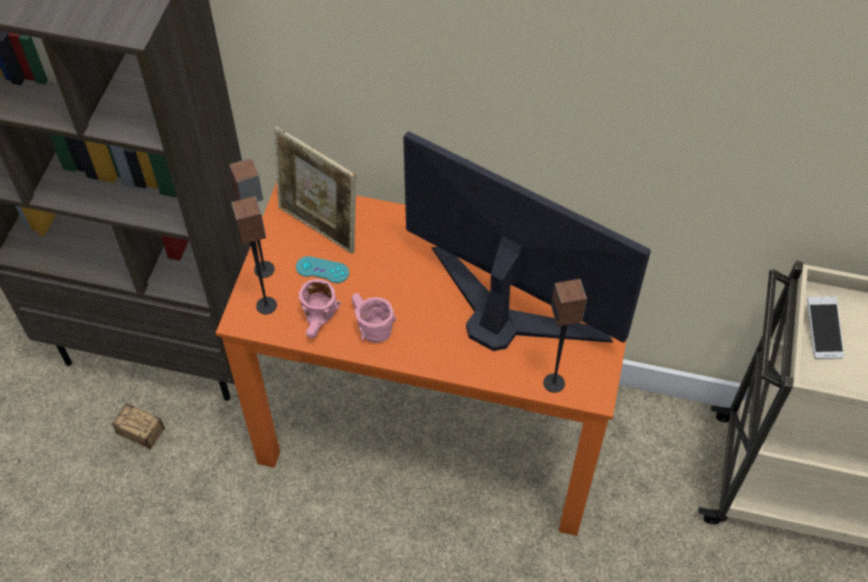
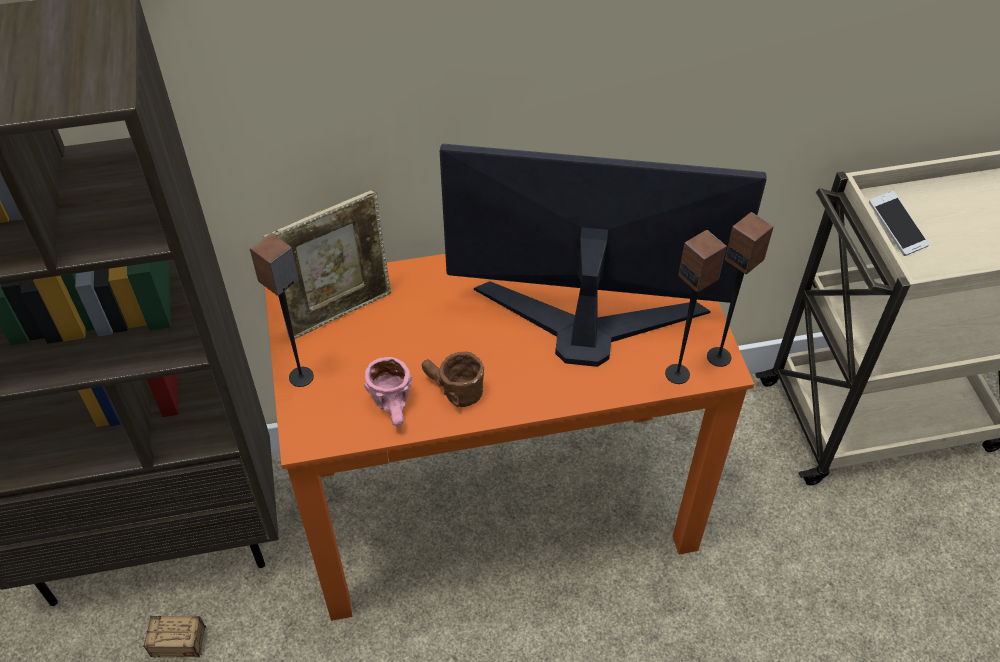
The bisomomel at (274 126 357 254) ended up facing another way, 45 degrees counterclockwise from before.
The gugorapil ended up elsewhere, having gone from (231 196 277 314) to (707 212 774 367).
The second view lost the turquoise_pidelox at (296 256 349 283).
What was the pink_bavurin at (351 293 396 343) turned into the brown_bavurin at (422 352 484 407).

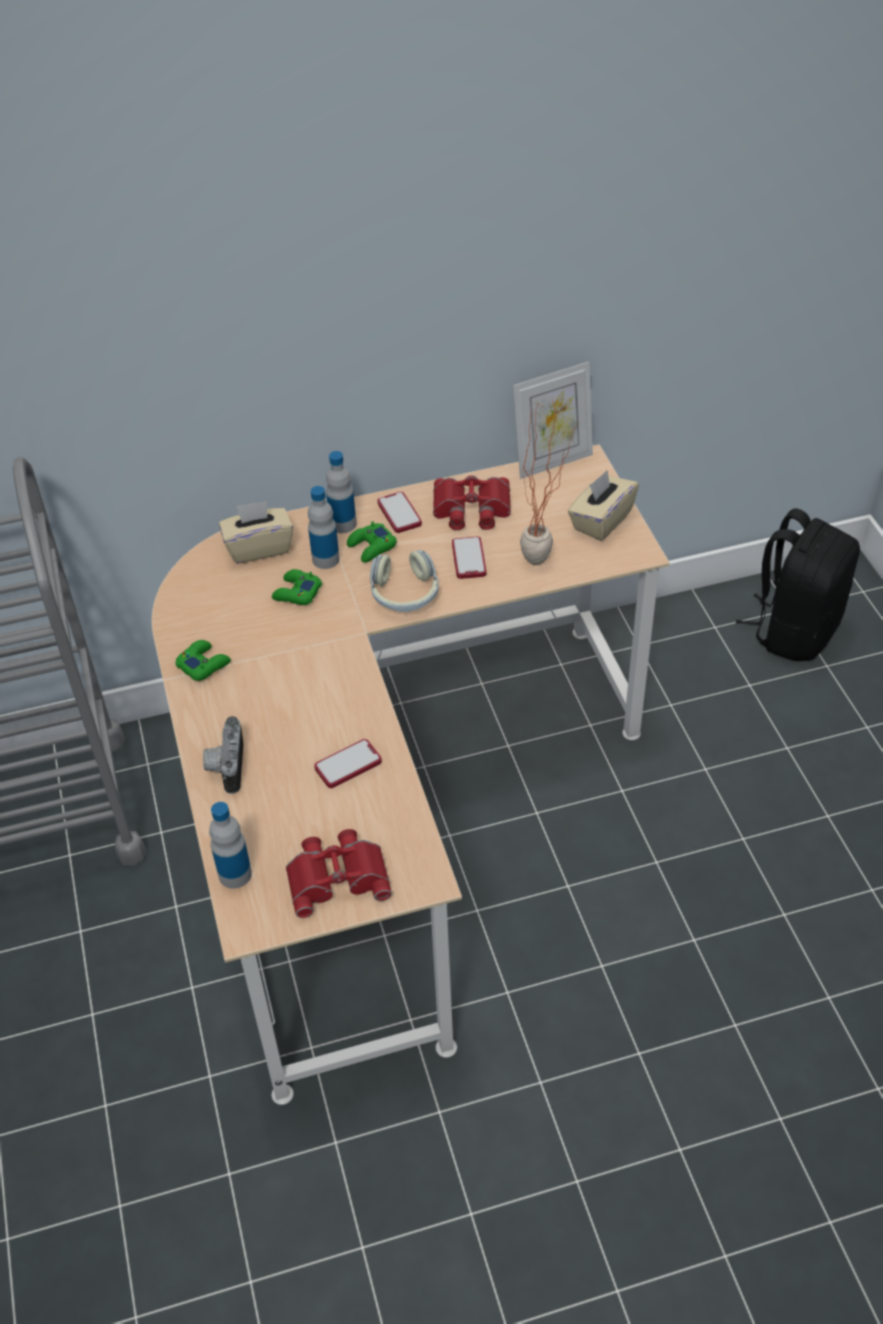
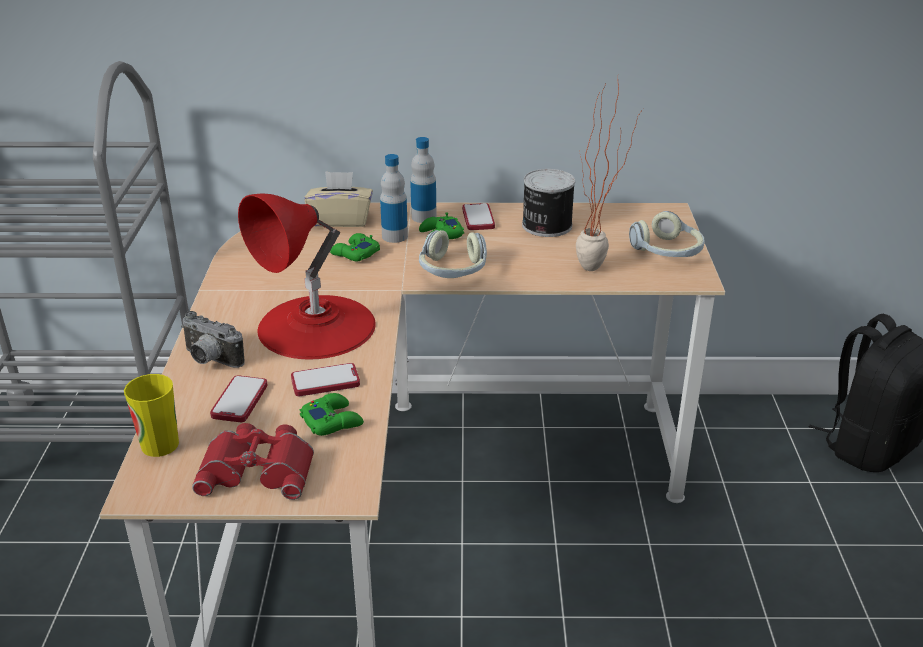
The second view lost the bisomomel at (513 362 593 479).
Where the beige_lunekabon stood at (568 470 639 541), the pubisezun came to stand at (629 211 705 257).
Where the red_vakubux stood at (433 475 511 530), the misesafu came to stand at (522 169 575 237).
The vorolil ended up elsewhere, having gone from (452 537 487 579) to (210 375 268 422).
The green_pidelox ended up elsewhere, having gone from (175 640 231 681) to (300 393 364 436).
The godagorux at (203 716 243 794) ended up facing another way, 75 degrees counterclockwise from before.
Where the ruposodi stood at (209 802 252 889), the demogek came to stand at (124 374 179 457).
The second view gained the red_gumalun at (238 194 376 360).

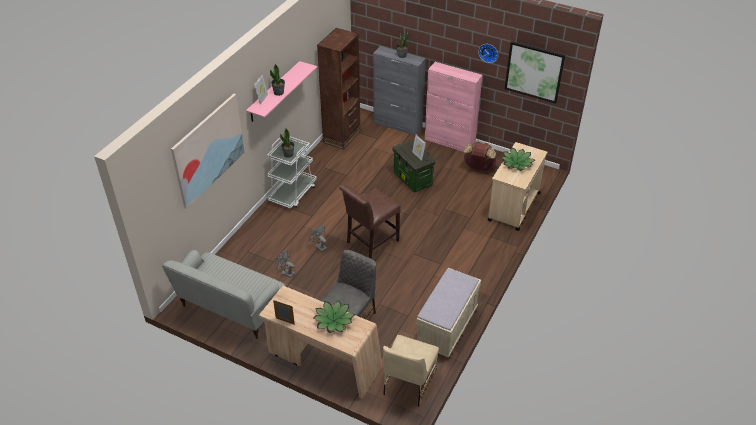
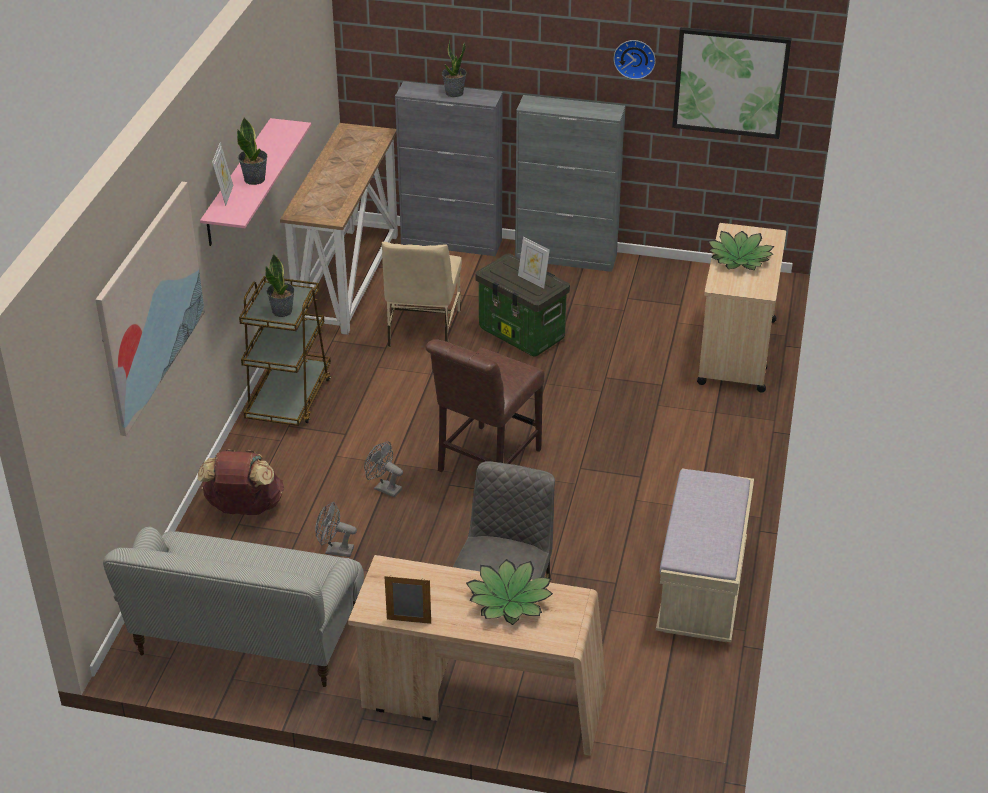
Where the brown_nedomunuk stood at (317 28 361 150), the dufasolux came to stand at (280 123 398 335).
What was the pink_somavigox at (425 62 482 152) turned into the grey_somavigox at (515 95 625 272).
What was the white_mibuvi at (267 137 317 209) turned into the brown_mibuvi at (239 276 331 426).
The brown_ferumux ended up elsewhere, having gone from (463 142 498 171) to (198 449 284 515).
The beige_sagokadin ended up elsewhere, having gone from (383 335 439 407) to (382 242 462 347).

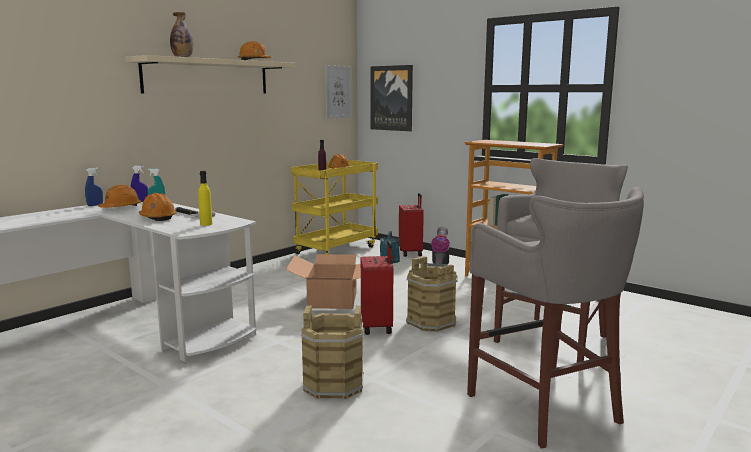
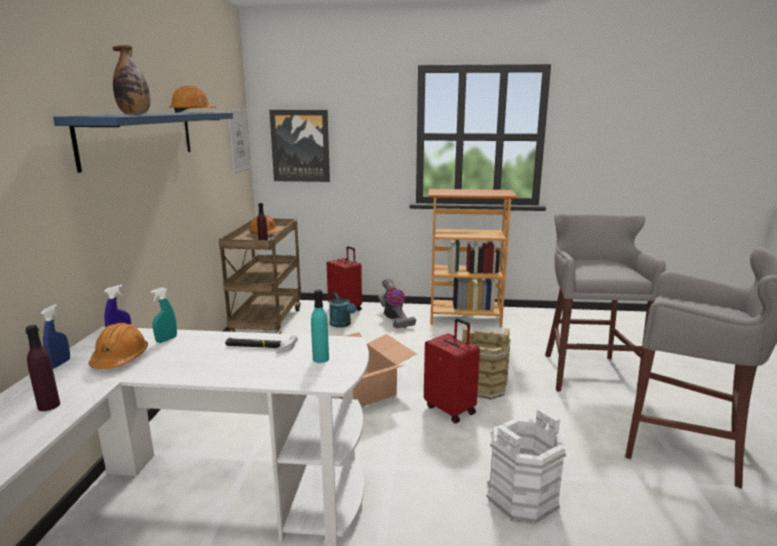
What was the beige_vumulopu at (125 55 295 93) turned into the blue_vumulopu at (53 112 233 173).
What was the yellow_mibuvi at (291 160 378 254) turned into the brown_mibuvi at (219 218 301 334).
What was the yellow_ruposodi at (198 171 213 226) turned into the turquoise_ruposodi at (311 289 329 363).
The second view lost the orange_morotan at (139 193 177 221).
What was the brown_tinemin at (301 305 364 399) turned into the white_tinemin at (487 408 566 525).
The second view gained the purple_ruposodi at (25 325 60 411).

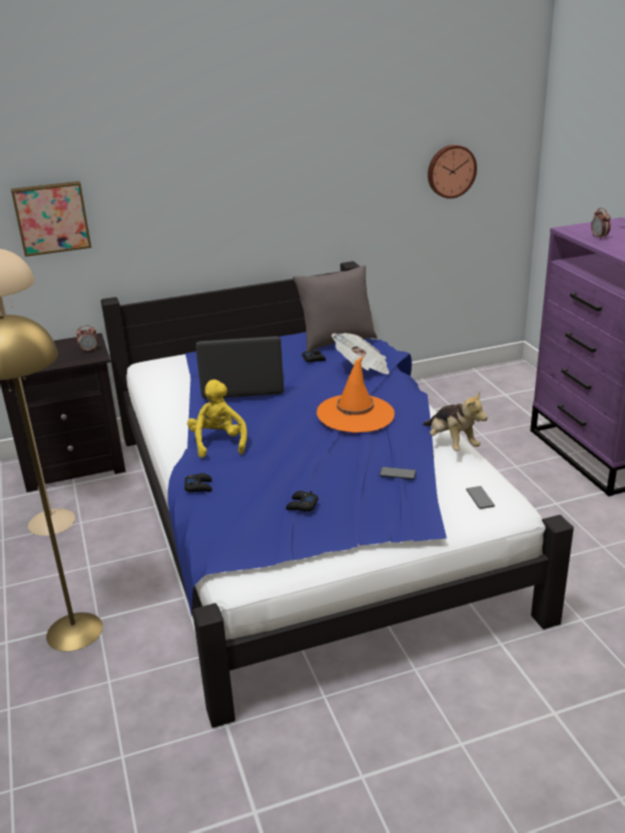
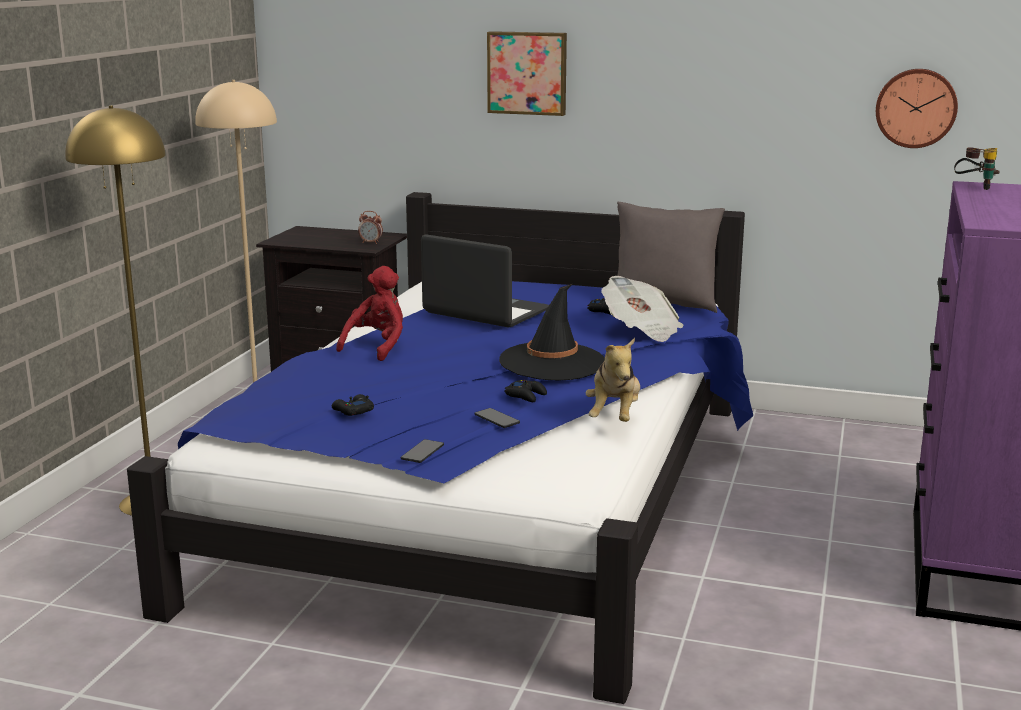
The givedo ended up elsewhere, having gone from (11 181 91 257) to (487 31 567 116).
The second view lost the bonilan at (591 208 611 240).
What was the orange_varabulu at (317 356 395 433) turned into the black_varabulu at (499 284 605 380).
What was the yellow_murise at (187 379 247 458) turned into the red_murise at (336 266 403 361).
The black_pidelox ended up elsewhere, having gone from (184 473 212 492) to (505 380 547 402).
The vorolil ended up elsewhere, having gone from (466 486 495 509) to (401 439 444 463).
The second view gained the vakubux at (954 147 1000 190).

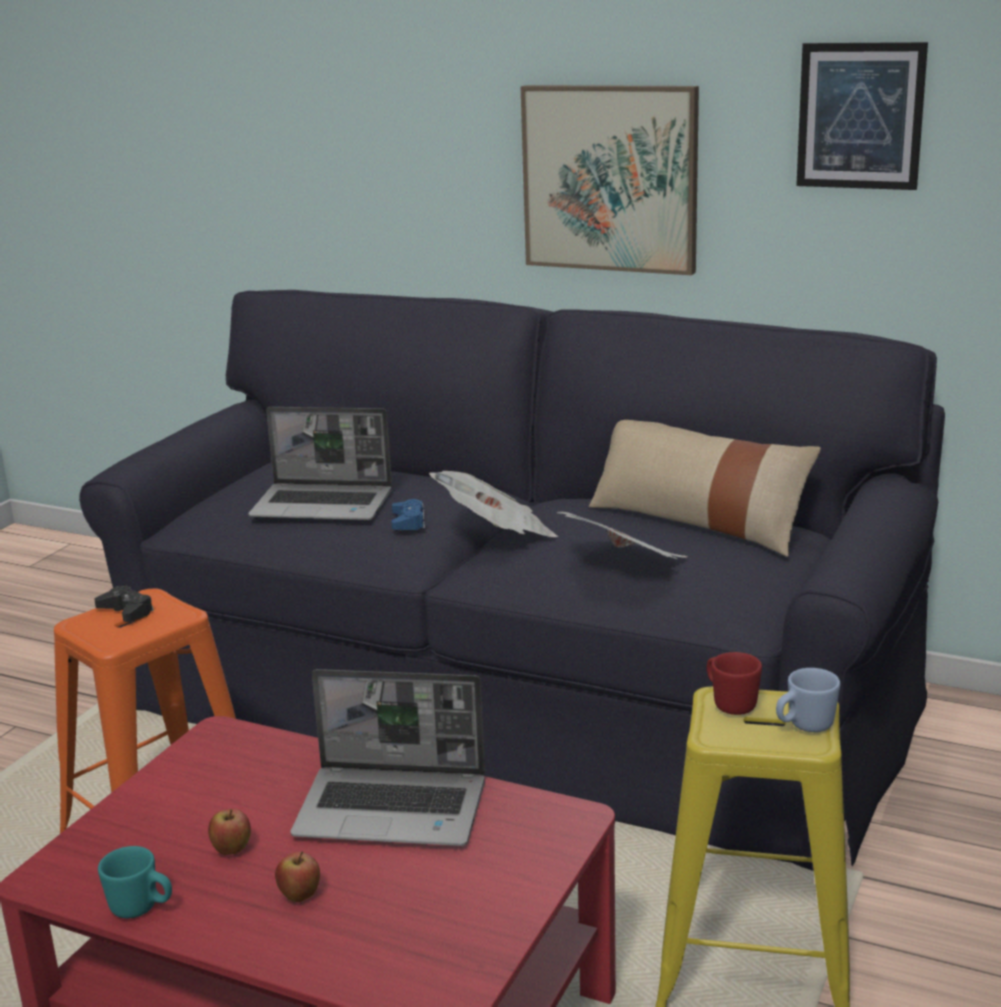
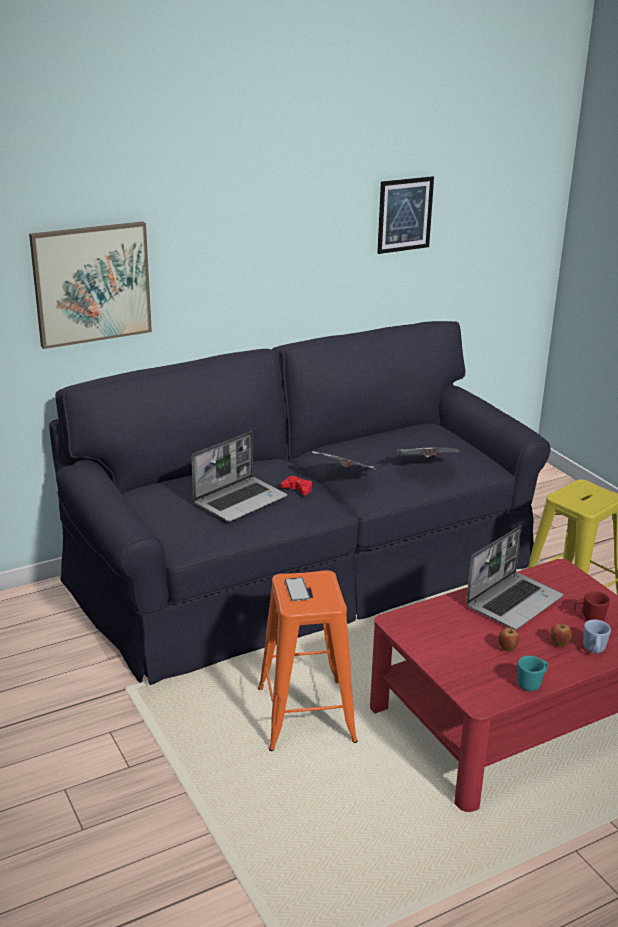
The givedo ended up elsewhere, having gone from (521 85 699 275) to (29 221 152 349).
The second view lost the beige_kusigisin at (589 420 821 557).
What was the blue_pidelox at (392 499 425 530) turned into the red_pidelox at (281 476 312 495).
Where the black_pidelox stood at (94 586 154 622), the vorolil came to stand at (285 577 310 601).
The red_bavurin ended up elsewhere, having gone from (707 652 762 715) to (574 591 610 621).
The blue_bavurin ended up elsewhere, having gone from (776 668 840 732) to (583 620 611 653).

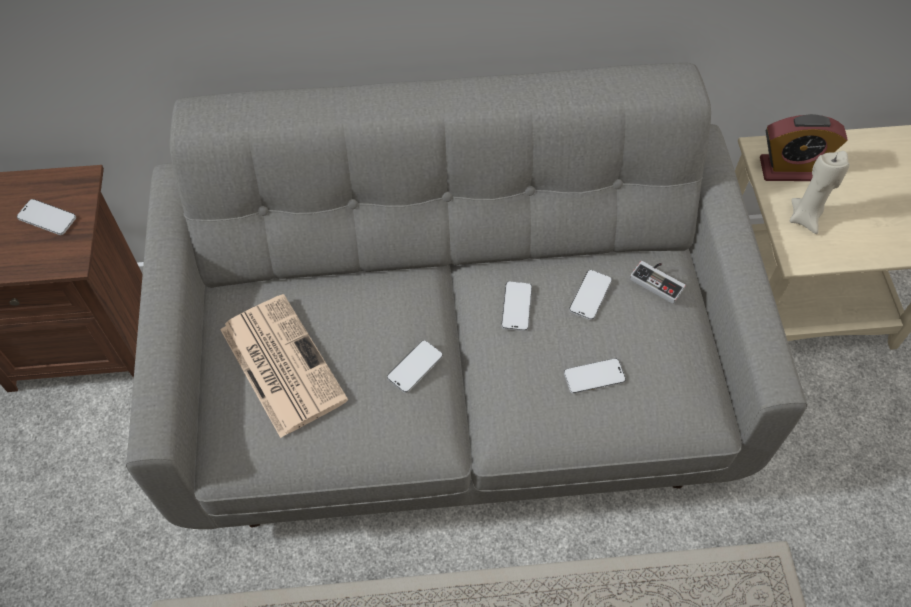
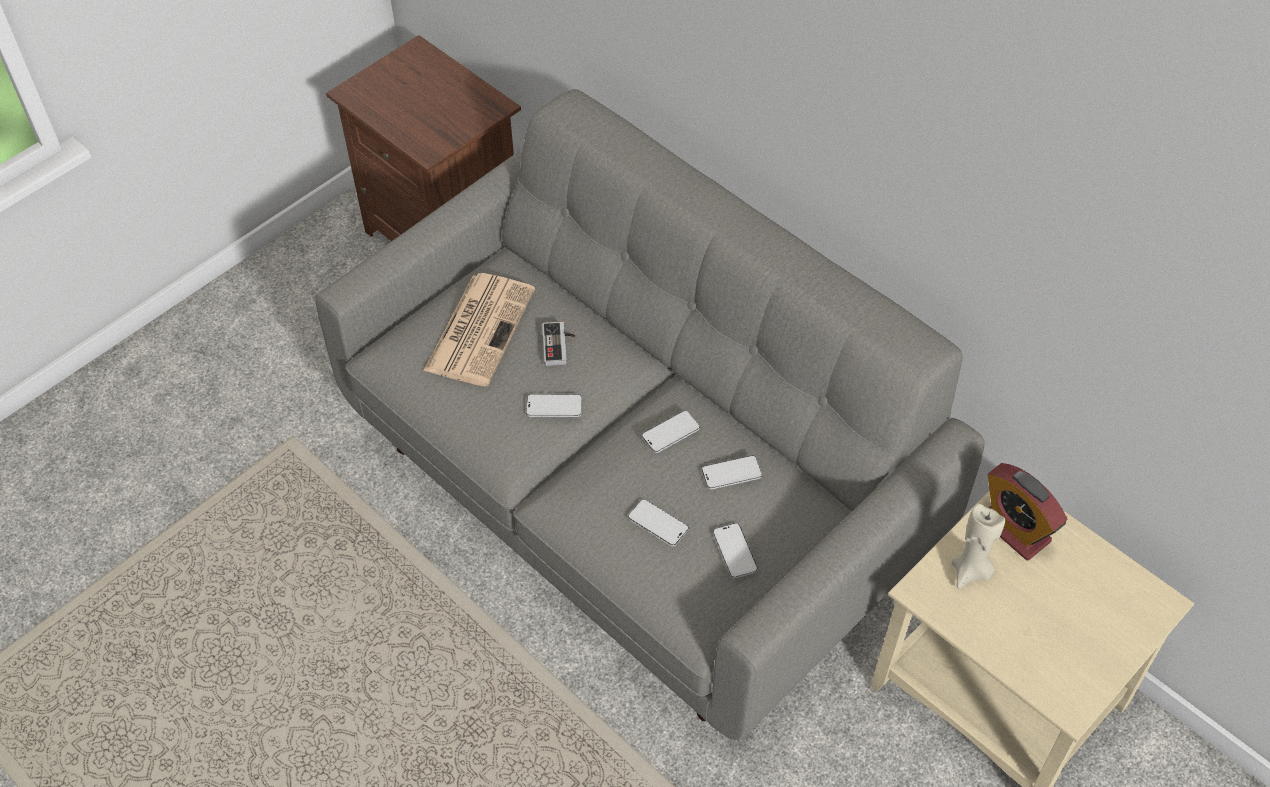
The vorolil ended up elsewhere, having gone from (17 199 76 235) to (713 523 758 579).
The pidelox ended up elsewhere, having gone from (630 261 686 304) to (542 322 575 366).

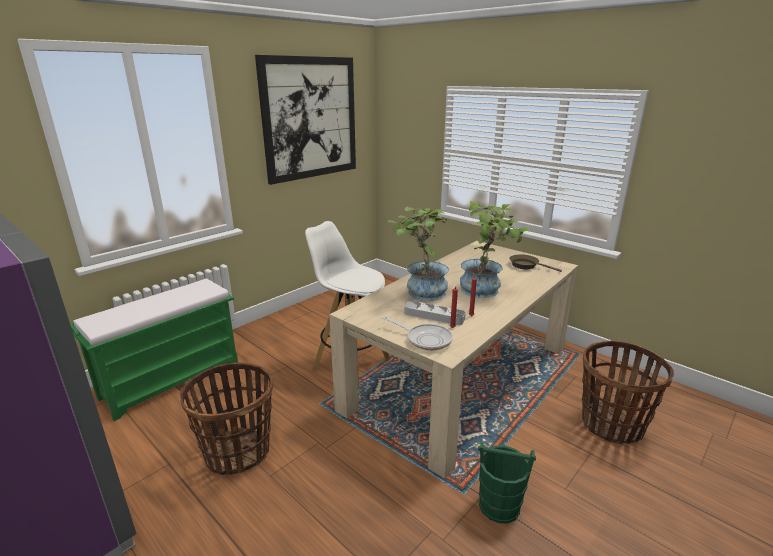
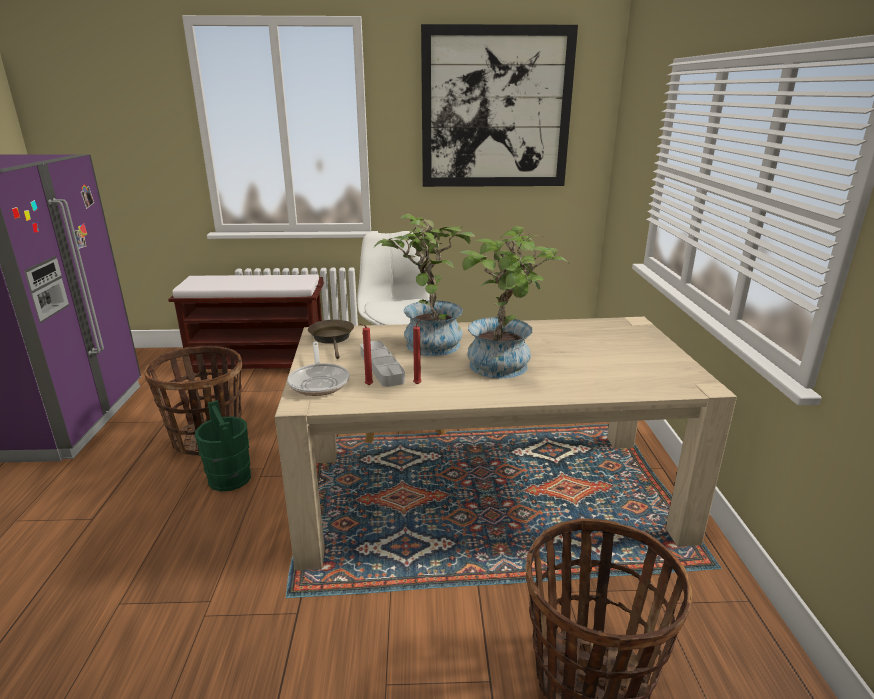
The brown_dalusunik ended up elsewhere, having gone from (509 254 562 272) to (308 320 354 359).
What was the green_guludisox at (70 278 238 421) turned into the brown_guludisox at (168 274 324 373).
The green_tinemin ended up elsewhere, having gone from (478 441 536 523) to (195 400 251 492).

